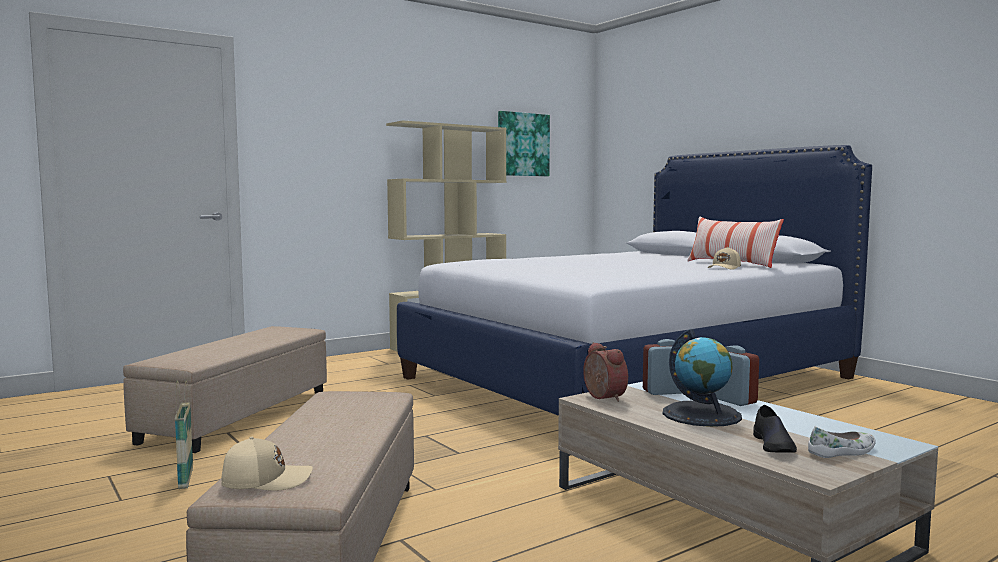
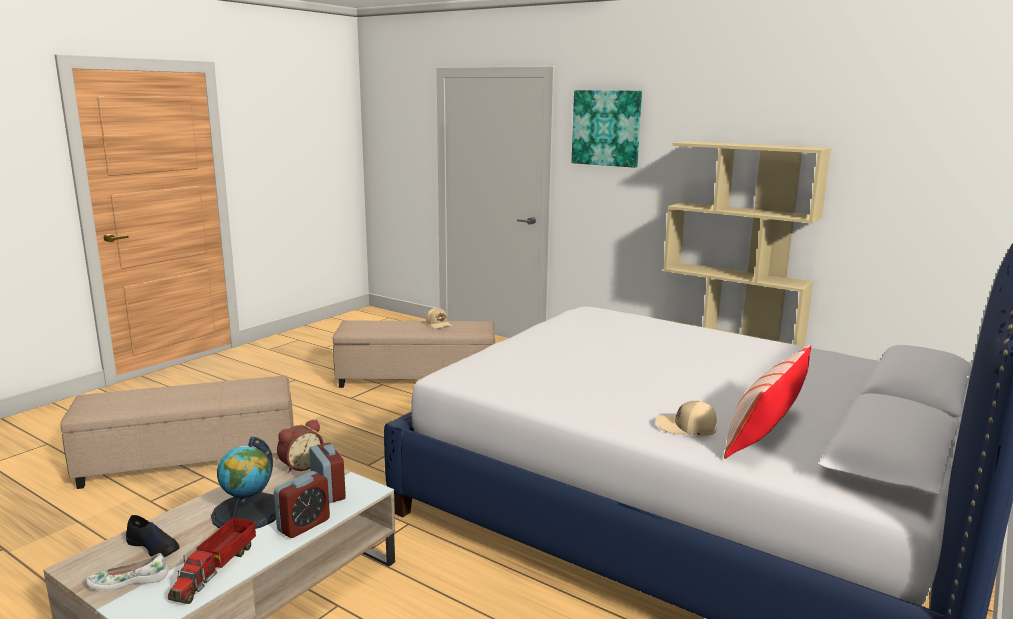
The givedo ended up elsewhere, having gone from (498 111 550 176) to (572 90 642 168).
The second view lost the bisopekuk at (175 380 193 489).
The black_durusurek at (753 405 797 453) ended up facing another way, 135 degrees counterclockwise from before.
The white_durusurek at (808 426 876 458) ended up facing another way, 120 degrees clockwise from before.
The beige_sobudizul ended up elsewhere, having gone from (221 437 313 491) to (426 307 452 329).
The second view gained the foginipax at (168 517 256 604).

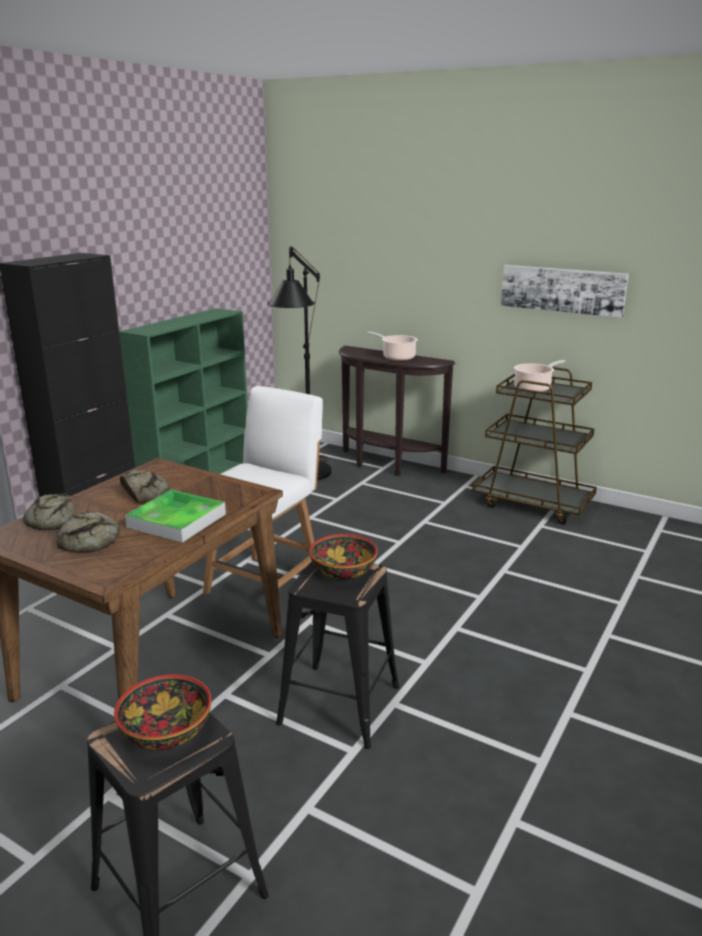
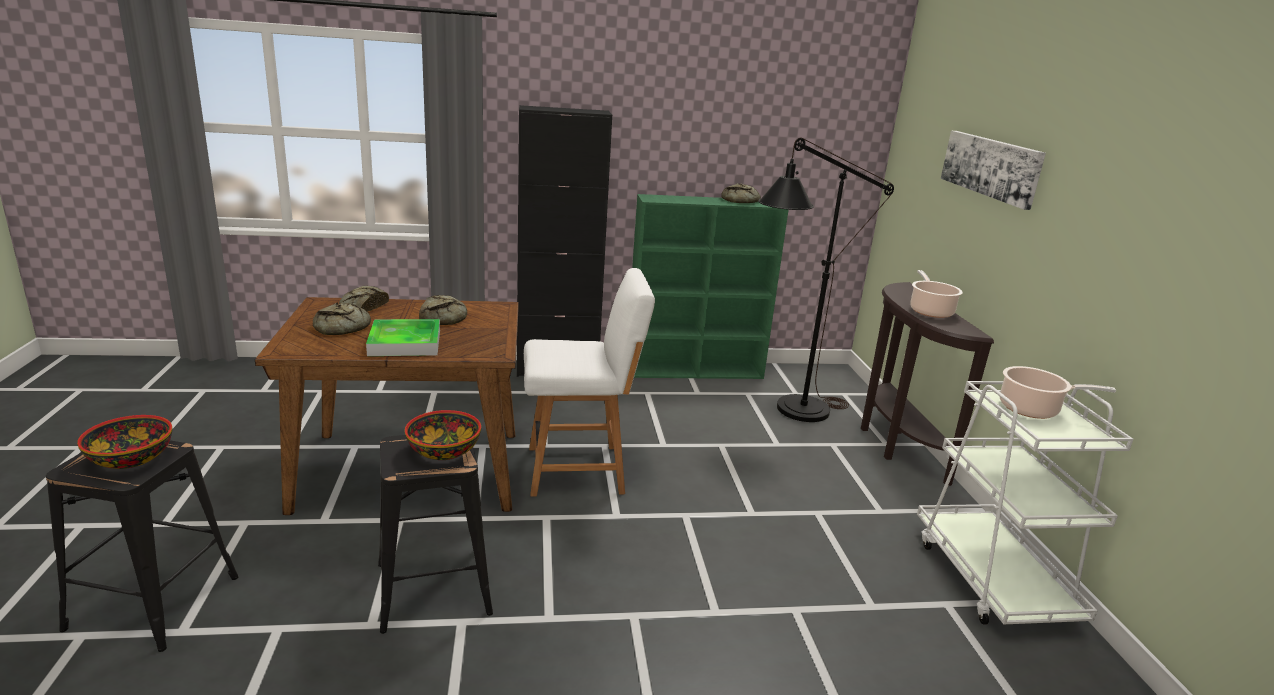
The givedo ended up elsewhere, having gone from (501 265 629 318) to (941 131 1046 210).
What was the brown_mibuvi at (472 367 597 525) turned into the white_mibuvi at (917 381 1134 625).
The second view gained the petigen at (721 183 761 203).

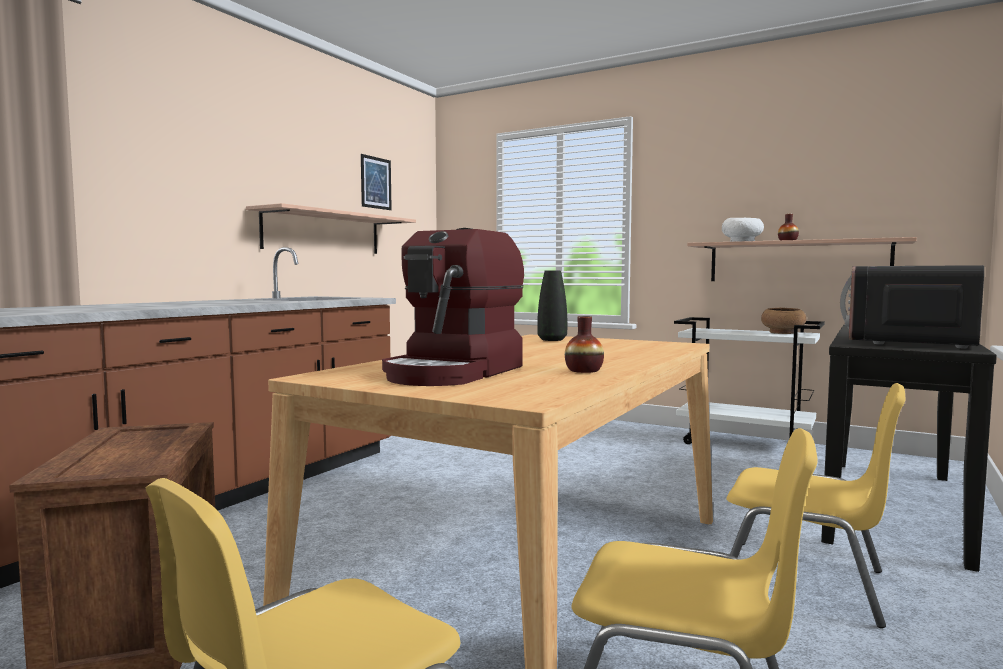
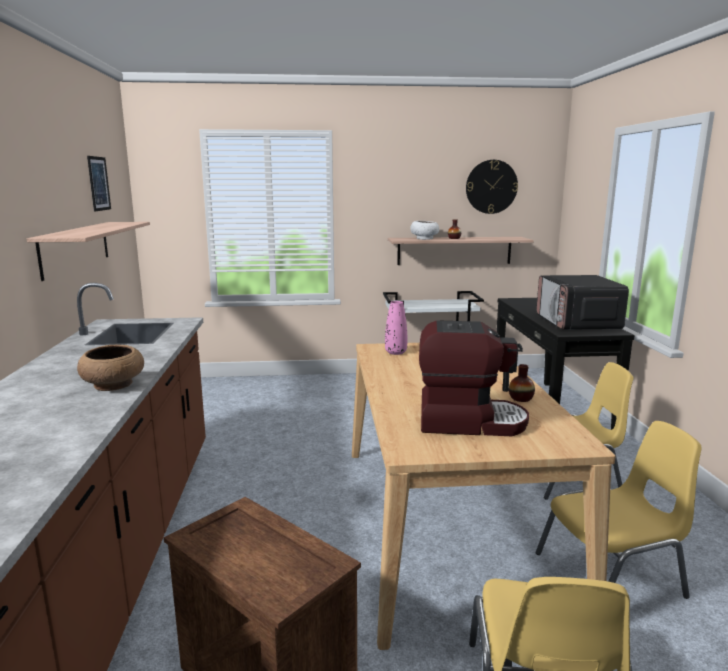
The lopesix at (382 228 524 386) ended up facing another way, 75 degrees counterclockwise from before.
What was the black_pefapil at (537 271 567 341) turned into the pink_pefapil at (385 301 407 355).
The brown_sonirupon ended up elsewhere, having gone from (761 308 806 334) to (77 345 144 391).
The second view gained the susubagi at (466 160 518 214).

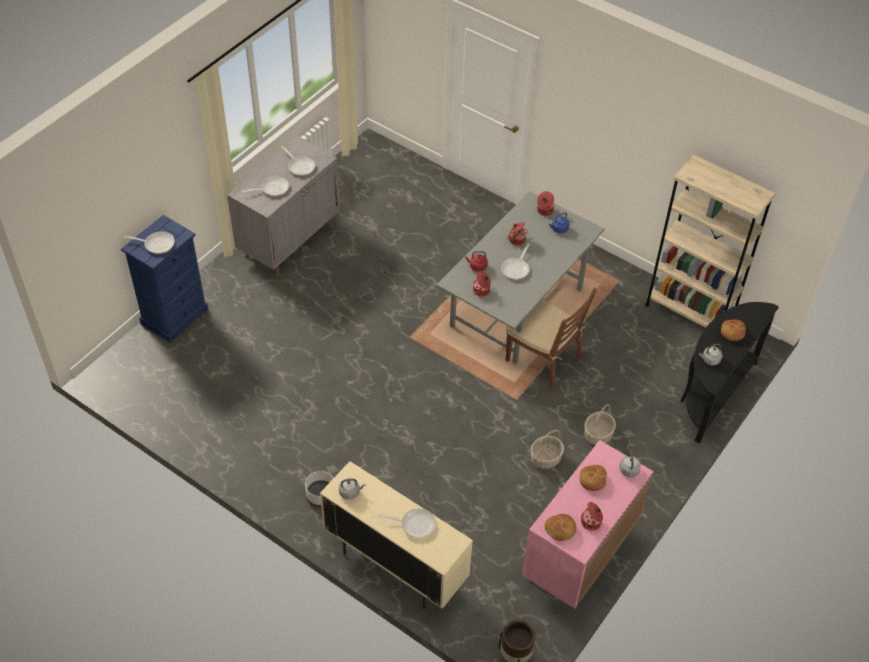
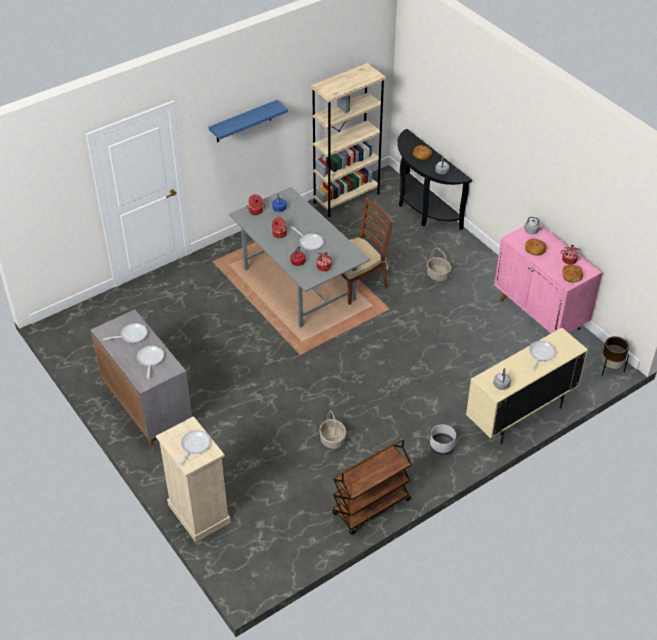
What was the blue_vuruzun at (121 215 208 343) turned into the beige_vuruzun at (156 416 231 543).
The bisopekuk ended up elsewhere, having gone from (530 430 564 469) to (319 410 346 449).
The second view gained the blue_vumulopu at (209 100 288 142).
The second view gained the brown_mibuvi at (332 439 412 535).

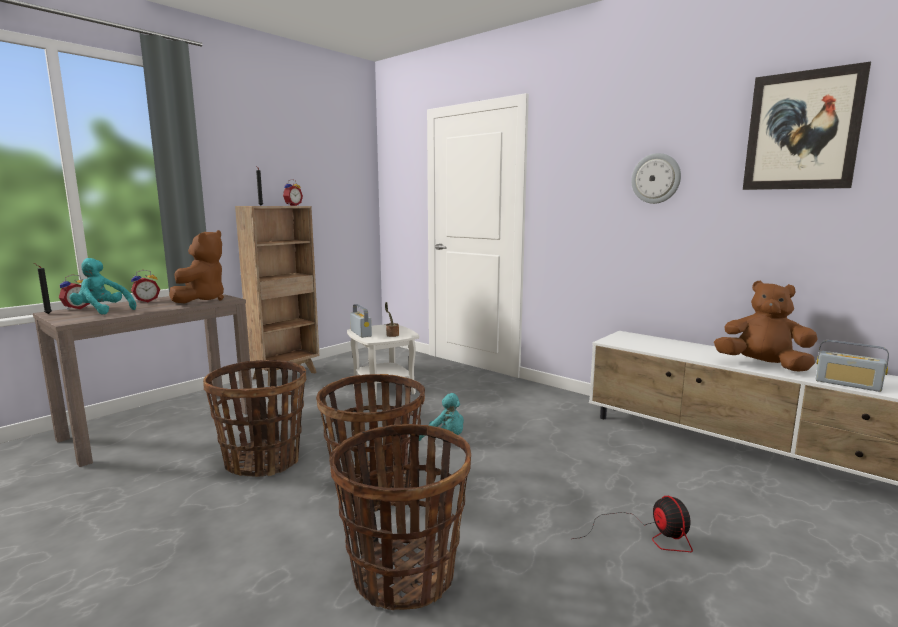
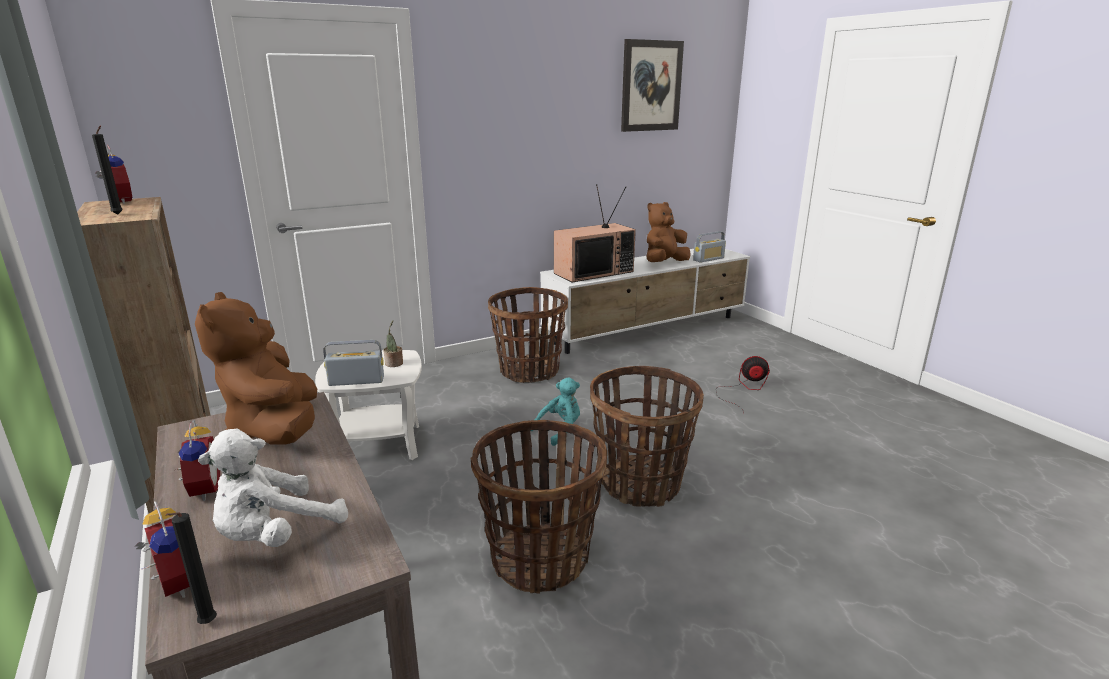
The second view lost the susubagi at (631 153 681 204).
The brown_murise at (169 230 224 303) ended up facing another way, 135 degrees counterclockwise from before.
What was the turquoise_murise at (70 258 136 314) turned into the white_murise at (198 428 348 547).
The bisopekuk ended up elsewhere, having gone from (330 424 471 610) to (488 287 568 383).
The second view gained the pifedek at (554 184 636 282).

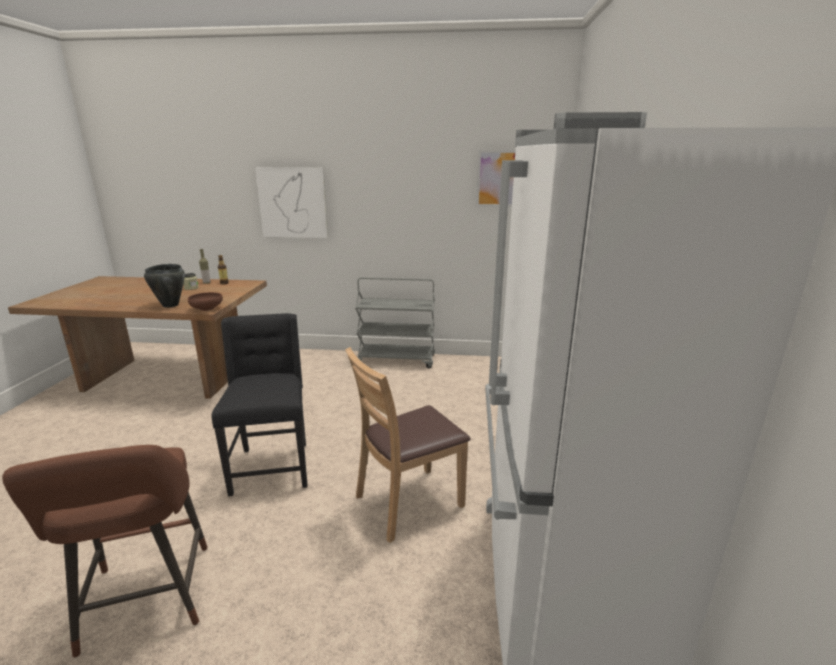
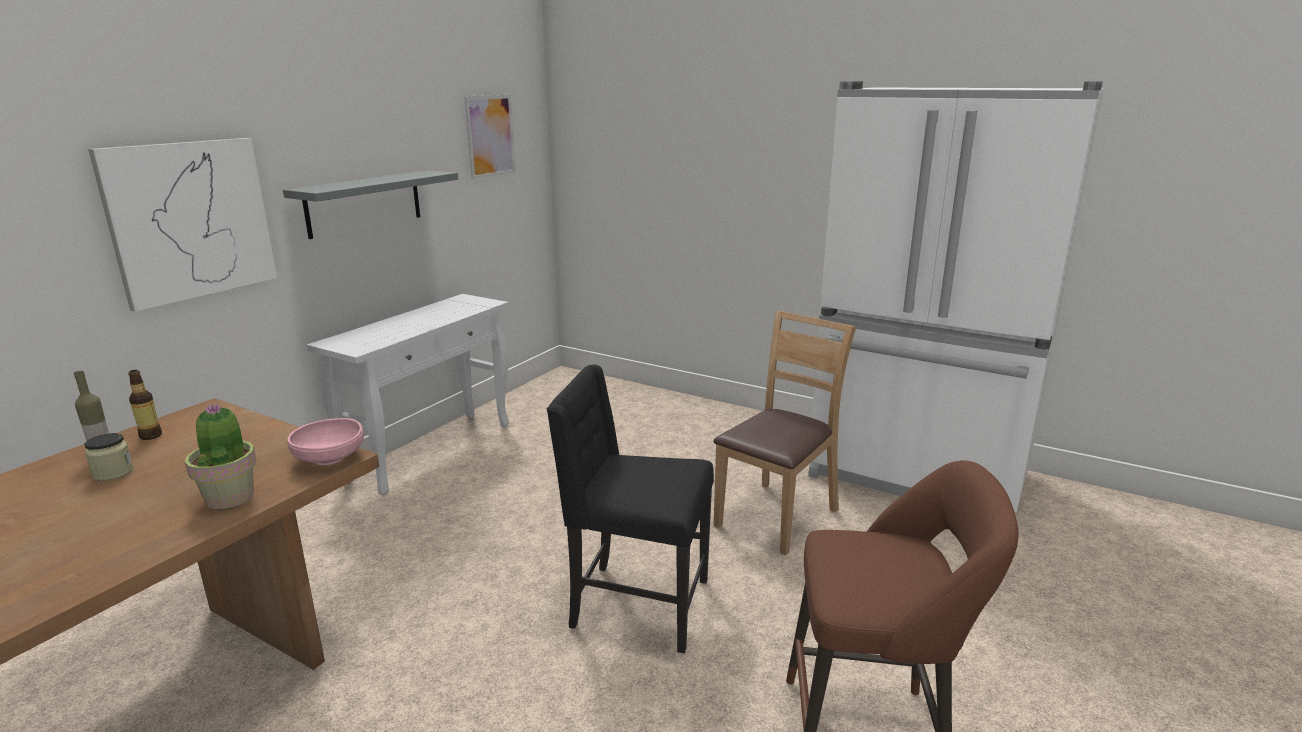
Where the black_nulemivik stood at (144 264 185 308), the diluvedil came to stand at (185 403 256 509).
Where the grey_mibuvi stood at (355 277 435 368), the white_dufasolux came to stand at (307 294 509 496).
What was the brown_sonirupon at (188 292 223 311) turned into the pink_sonirupon at (287 418 364 465).
The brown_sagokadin at (345 347 471 543) ended up facing another way, 135 degrees counterclockwise from before.
The second view gained the grey_vumulopu at (283 170 458 239).

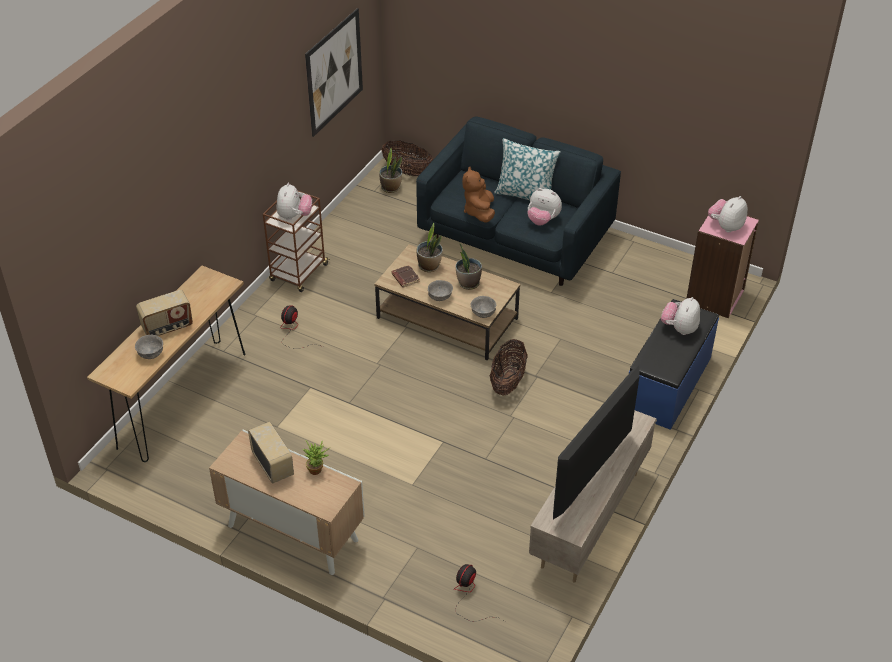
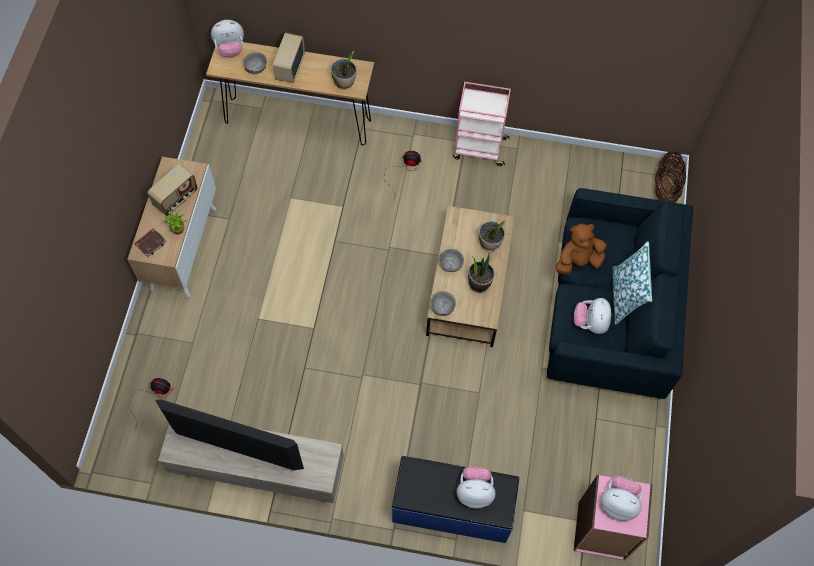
The second view lost the givedo at (305 8 363 137).
The diluvedil ended up elsewhere, having gone from (379 148 402 193) to (331 51 356 90).
The murise ended up elsewhere, having gone from (277 183 312 220) to (211 20 244 58).
What was the brown_mibuvi at (263 190 330 292) turned into the pink_mibuvi at (453 82 511 166).
The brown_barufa ended up elsewhere, having gone from (391 265 420 288) to (134 228 167 258).
The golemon at (136 290 193 336) ended up facing another way, 60 degrees clockwise from before.
The second view lost the bisopekuk at (490 339 528 396).

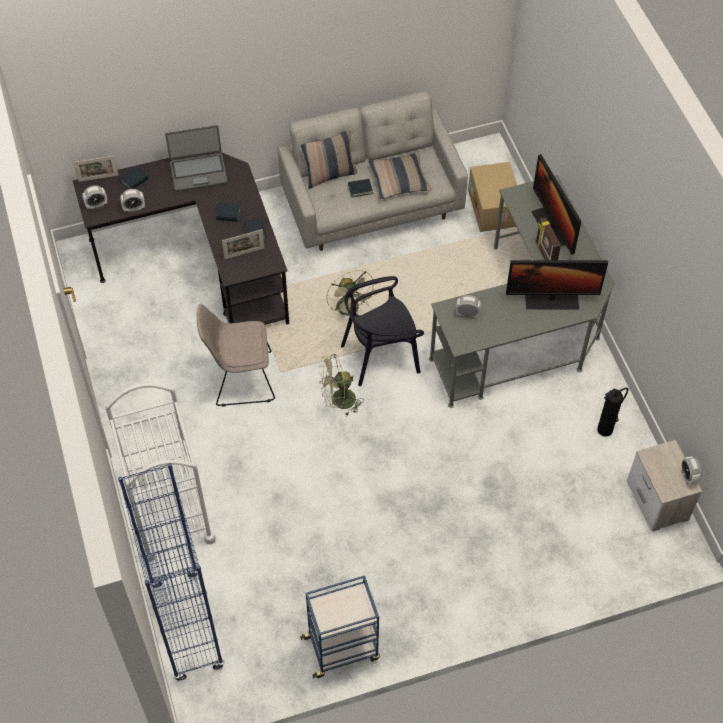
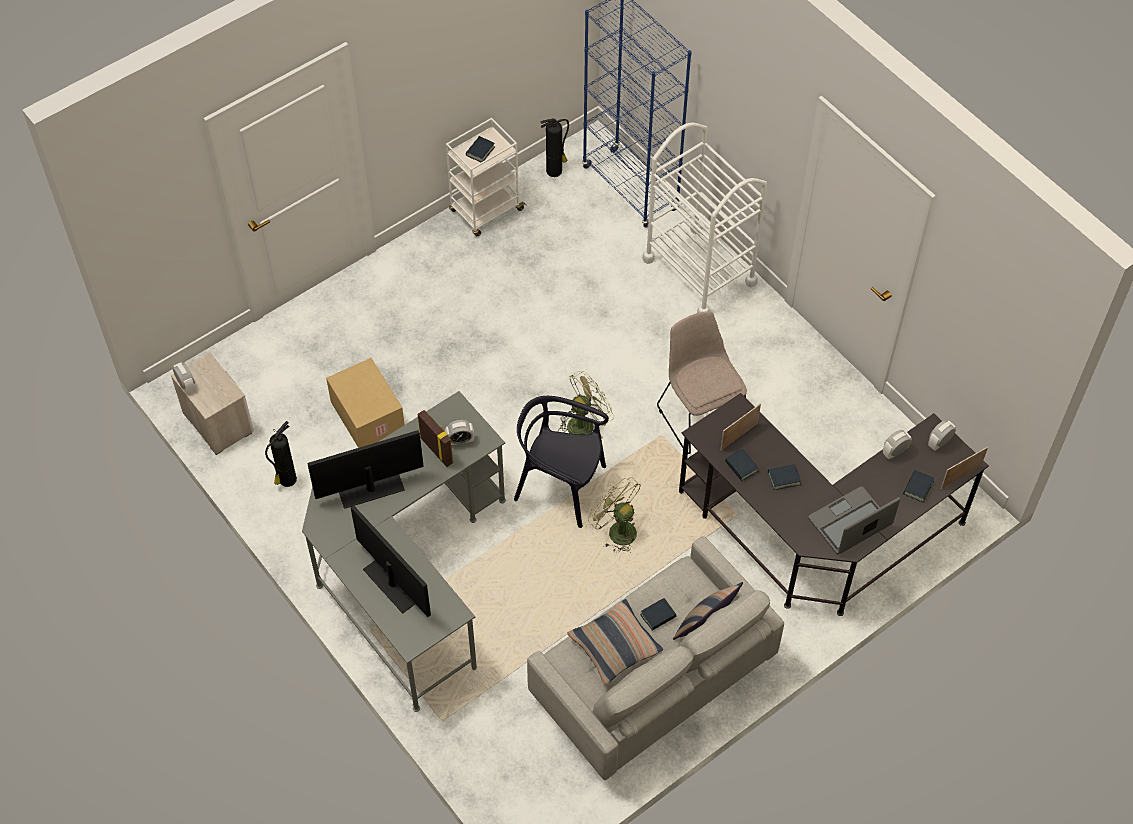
The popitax ended up elsewhere, having gone from (468 162 517 232) to (326 358 405 448).
The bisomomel ended up elsewhere, having gone from (536 217 561 260) to (418 410 453 467).
The black_sagokadin at (341 276 424 386) ended up facing another way, 120 degrees counterclockwise from before.
The beige_sagokadin at (197 304 275 407) ended up facing another way, 90 degrees counterclockwise from before.
What was the blue_mibuvi at (300 575 380 679) turned into the white_mibuvi at (446 118 526 236).
The second view gained the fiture at (540 118 569 177).
The second view gained the barufa at (466 136 495 162).

